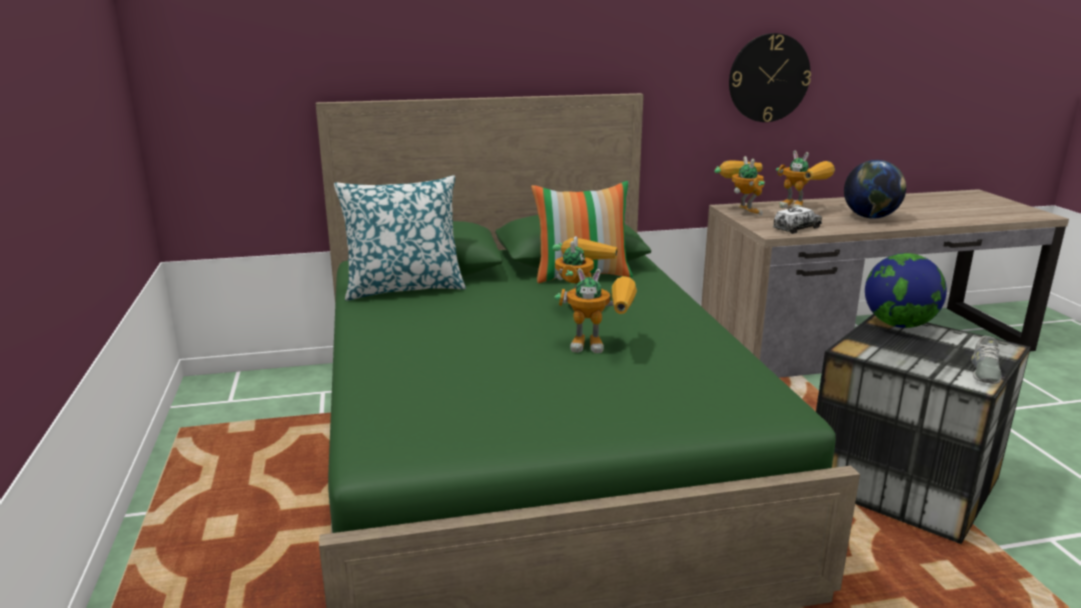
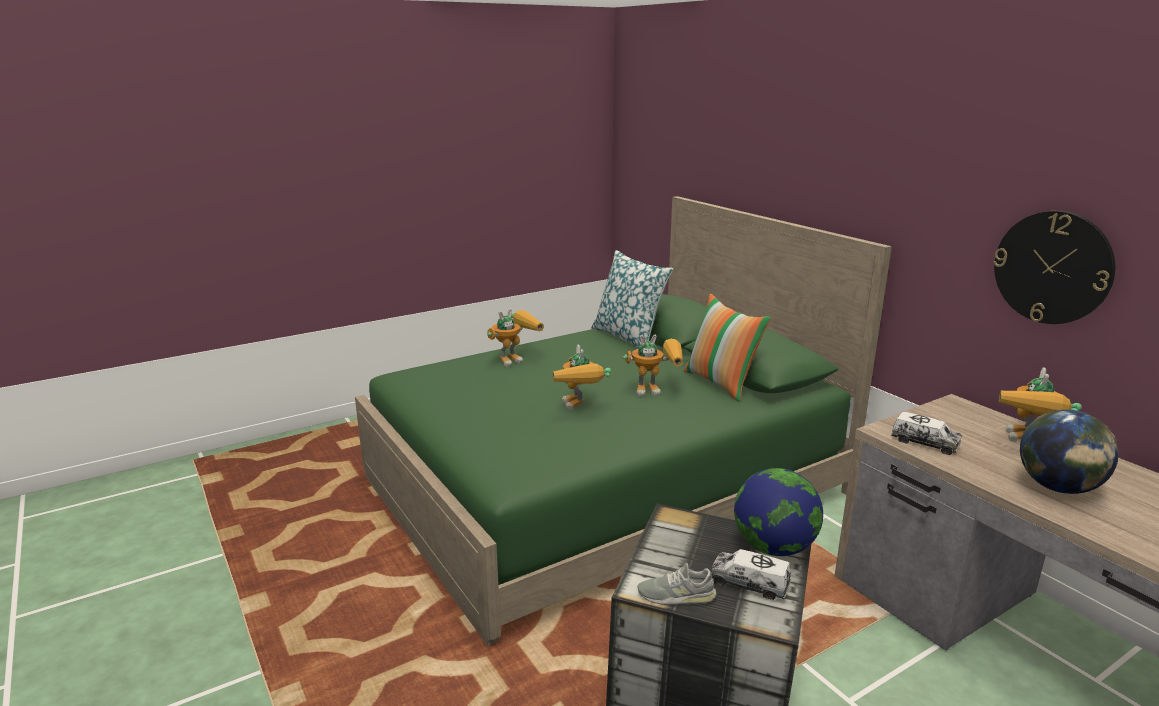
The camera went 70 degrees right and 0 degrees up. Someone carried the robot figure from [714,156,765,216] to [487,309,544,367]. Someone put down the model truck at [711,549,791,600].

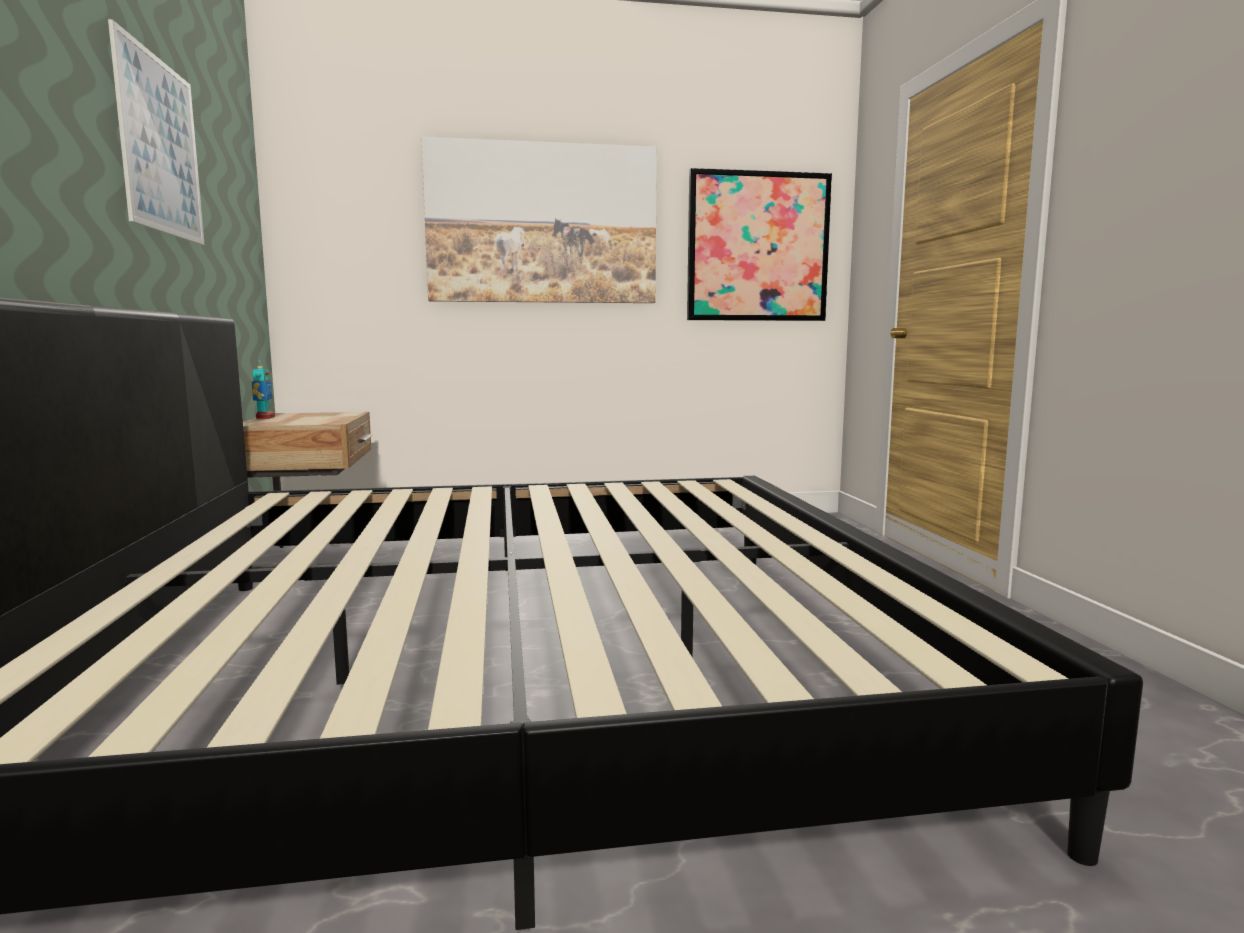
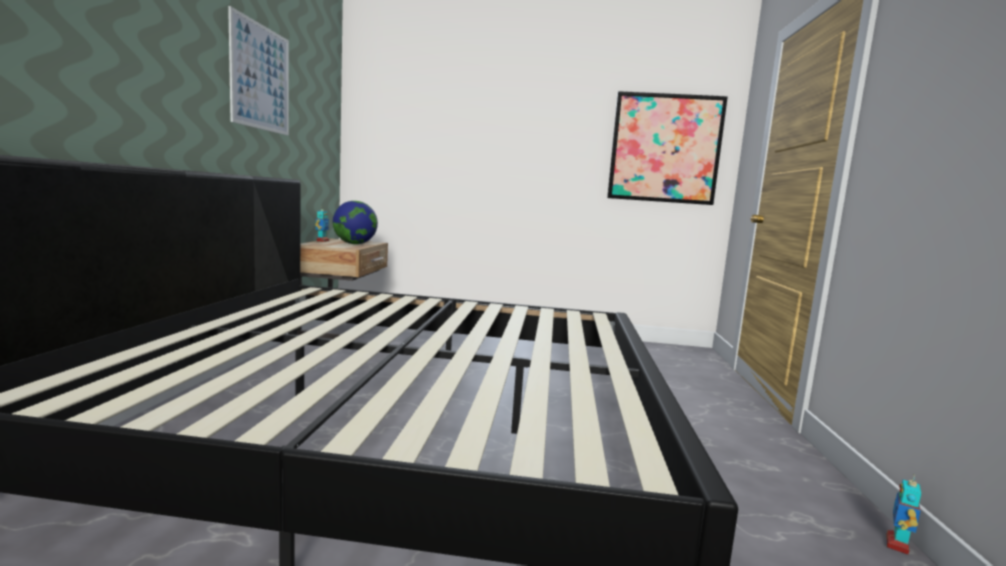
The camera went 15 degrees right and 0 degrees up. Someone took away the picture at [421,137,657,303]. Someone put down the desk globe at [333,201,378,244]. Someone put down the robot figure at [886,474,922,555].

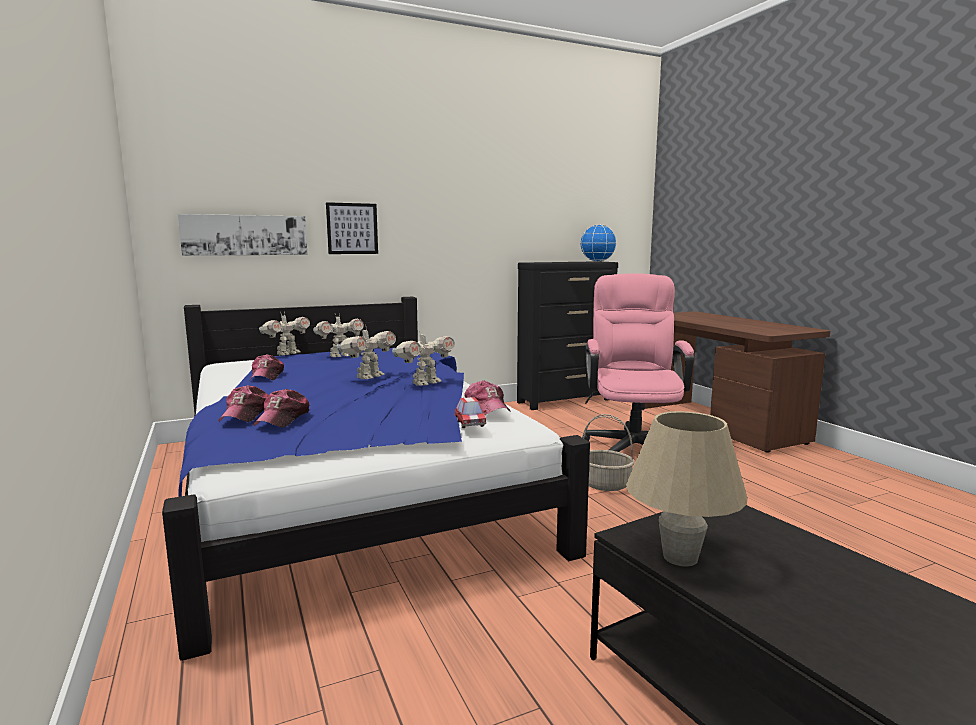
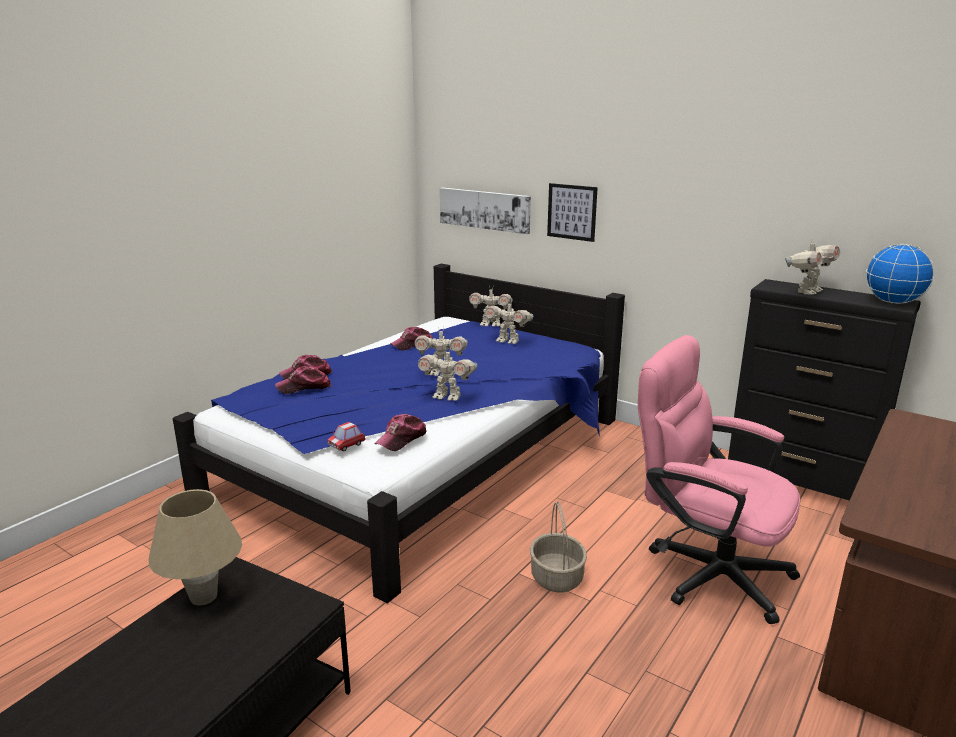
The camera went 60 degrees right and 10 degrees up. Someone rotated the pinkish office chair at [583,273,694,452] by 120 degrees counterclockwise. Someone put down the robot figure at [785,238,840,295].

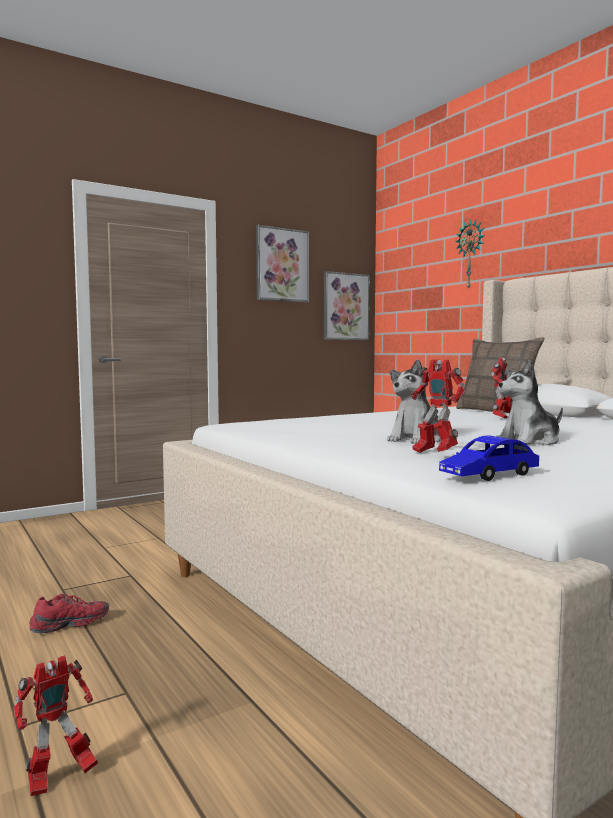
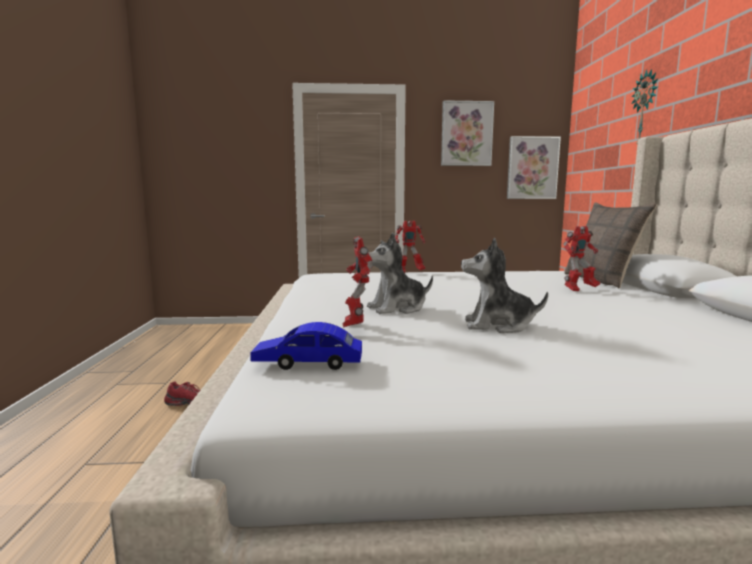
The camera went 30 degrees right and 5 degrees up. Someone carried the robot figure from [13,655,98,796] to [395,221,426,273].

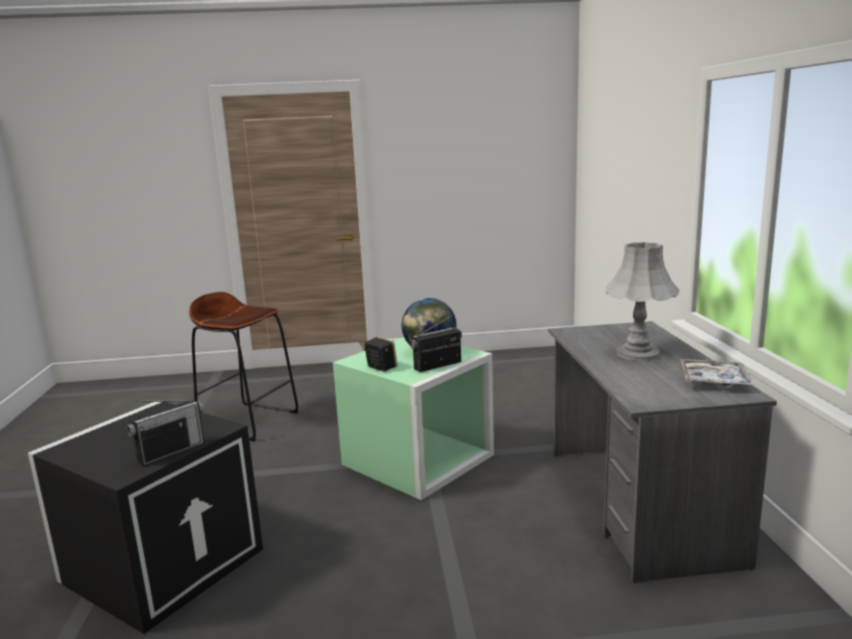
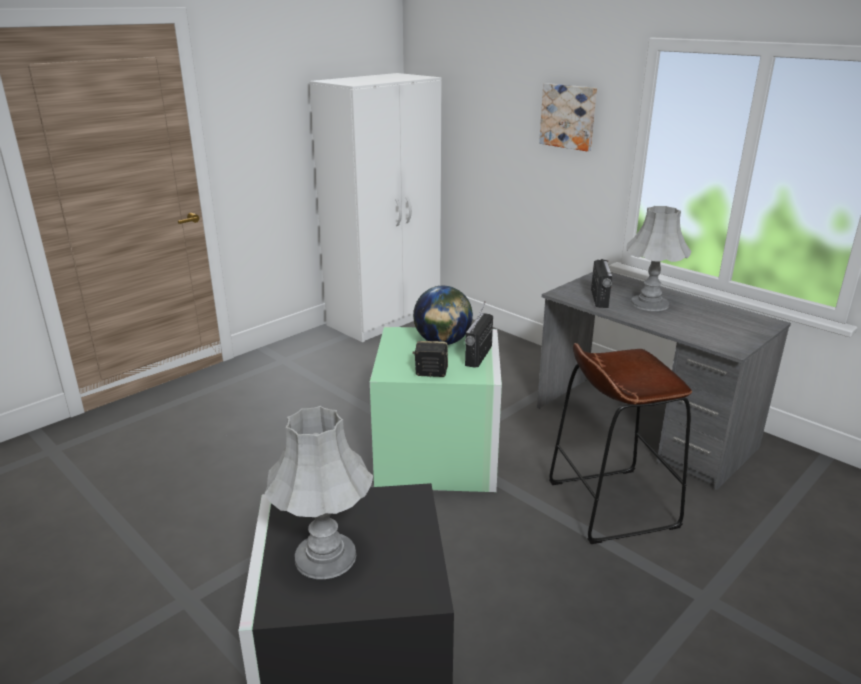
The camera went 40 degrees left and 10 degrees up. Someone carried the brownish sitting stool from [189,292,299,441] to [549,343,692,544]. Someone took away the carrying tray at [680,359,755,386]. Someone carried the radio set from [127,399,204,466] to [591,259,612,308]. Someone put down the white clothes cupboard at [309,73,442,342]. Someone put up the picture at [539,83,597,151]. Someone put down the gray tabletop lamp at [265,406,373,579].

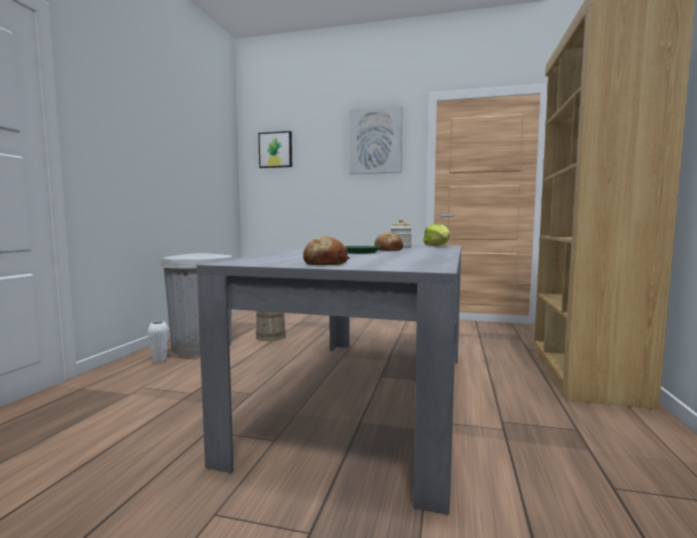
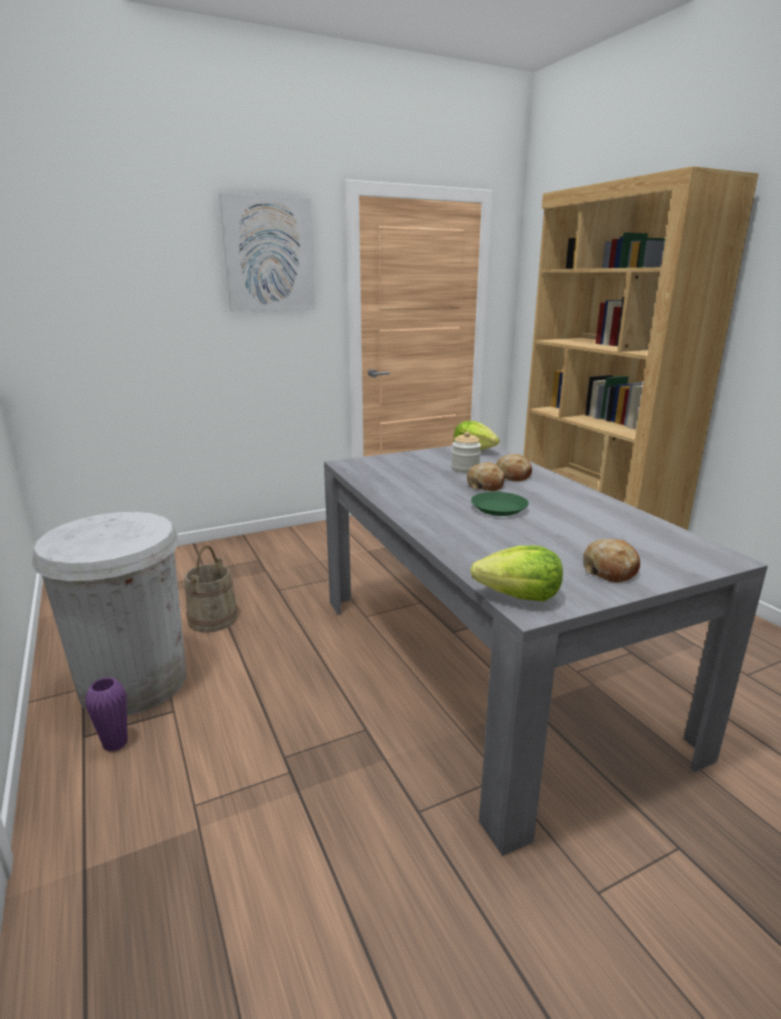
The camera went 40 degrees left and 15 degrees up. Someone took away the picture at [258,131,292,168]. Someone repainted the white vase at [147,321,169,363], which became the purplish vase at [85,677,128,752]. Someone put down the bakery bread at [496,454,532,482]. Someone put down the head of lettuce at [470,546,563,602].

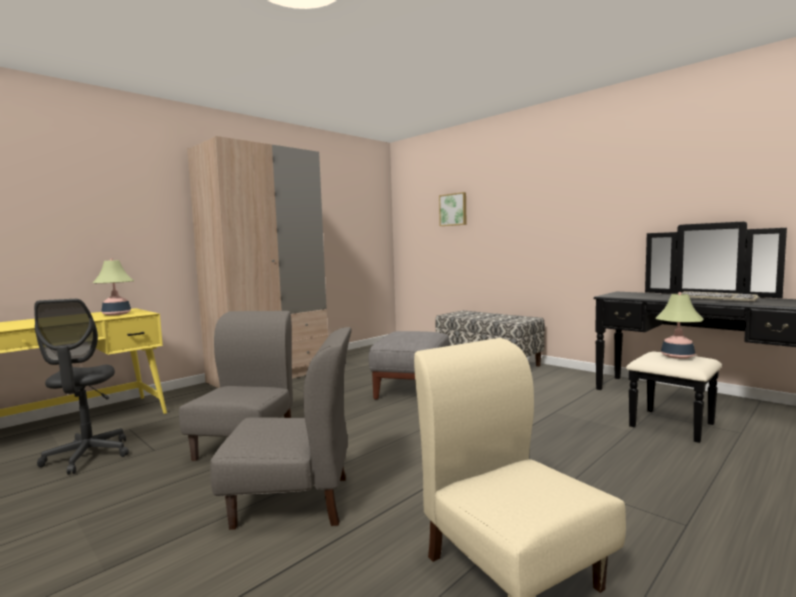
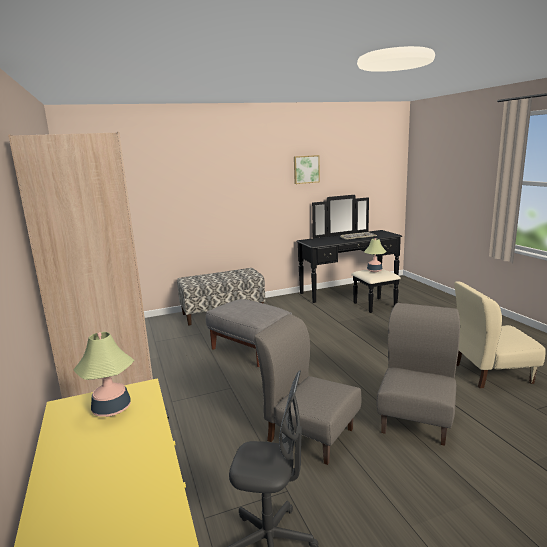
The camera went 65 degrees left and 10 degrees up. Someone carried the picture from [439,192,467,226] to [294,155,320,184].

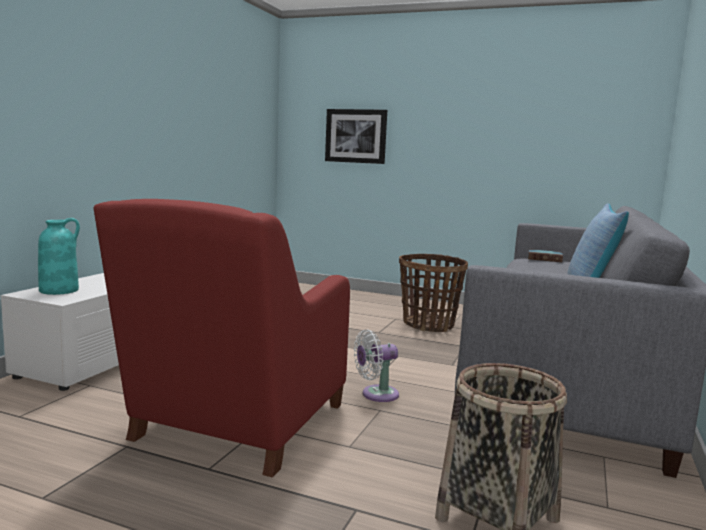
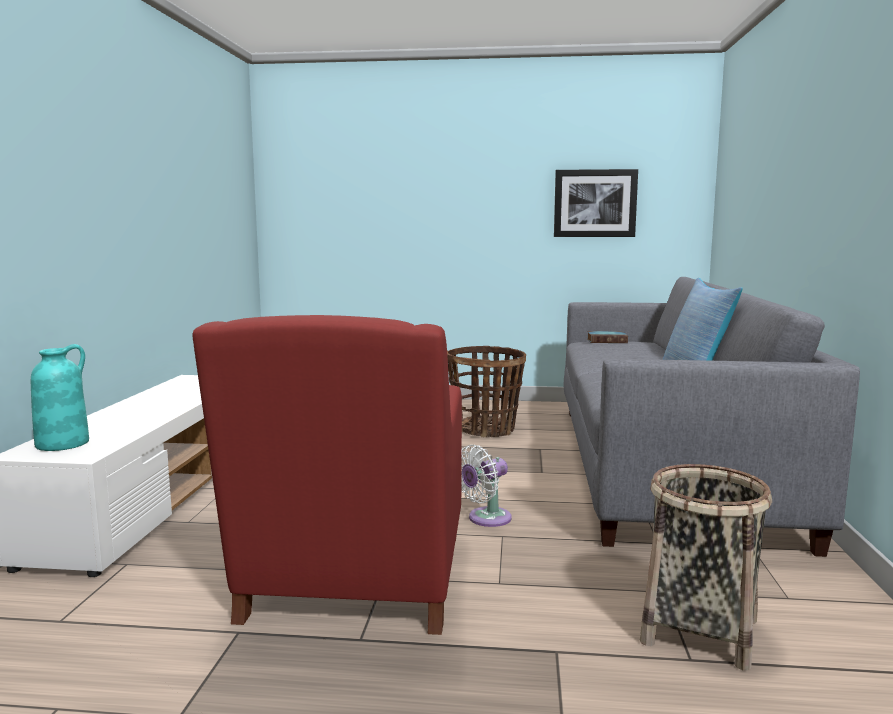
The camera went 15 degrees left and 0 degrees up. Someone carried the picture from [325,109,387,164] to [554,169,638,237].

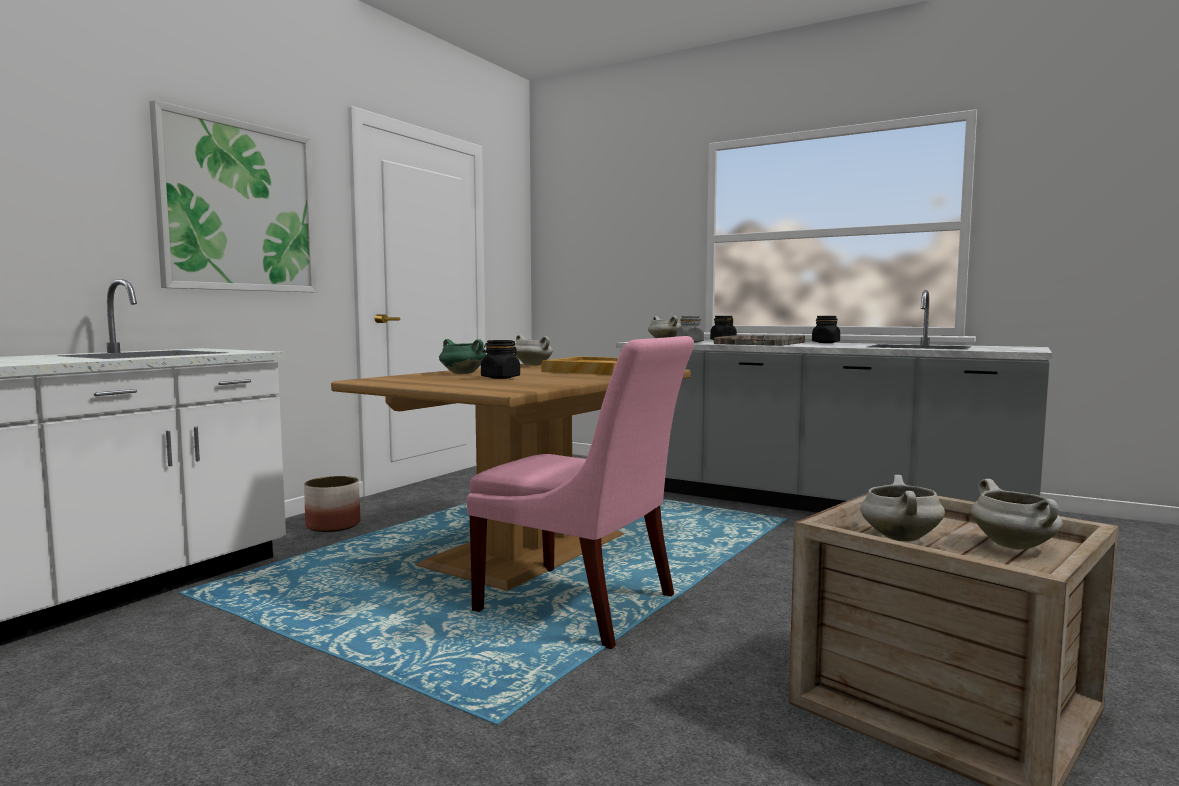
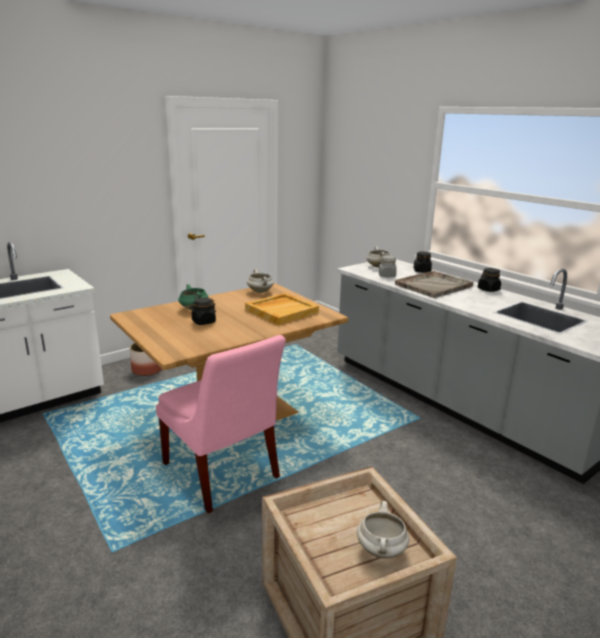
The camera went 20 degrees right and 15 degrees up. Someone took away the picture at [149,100,317,292]. Someone took away the white stockpot at [860,475,945,541].

